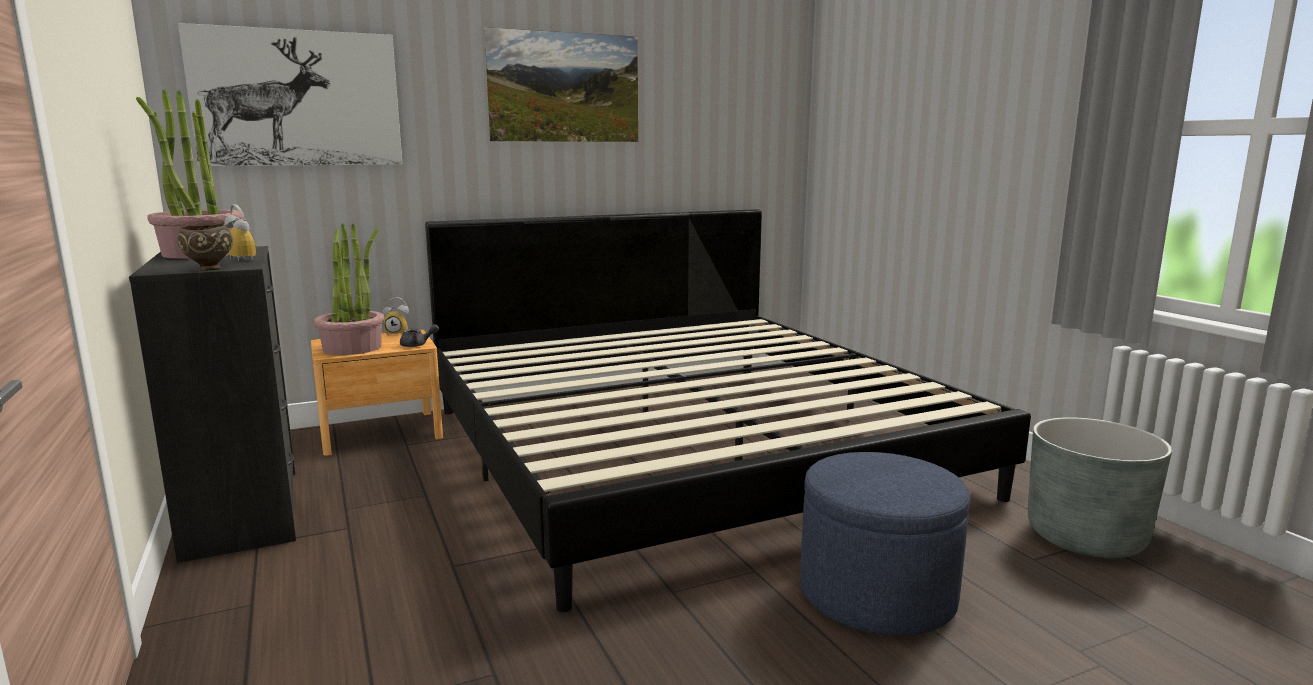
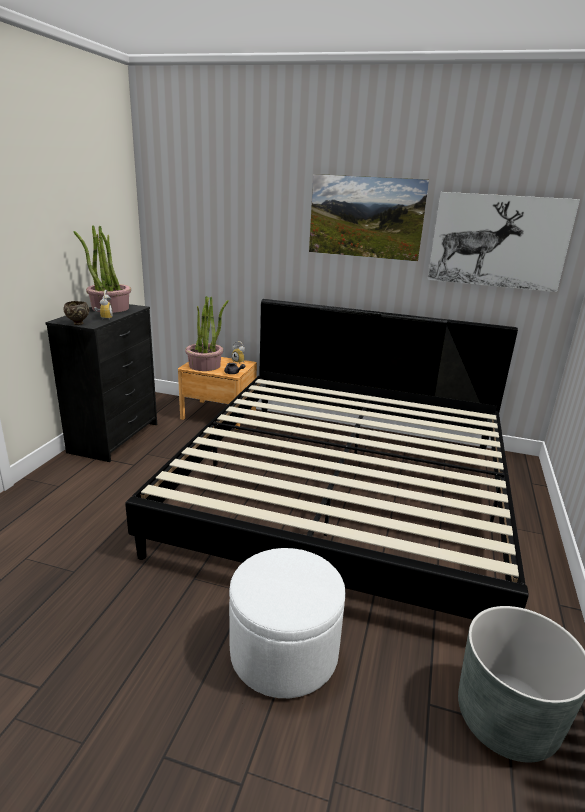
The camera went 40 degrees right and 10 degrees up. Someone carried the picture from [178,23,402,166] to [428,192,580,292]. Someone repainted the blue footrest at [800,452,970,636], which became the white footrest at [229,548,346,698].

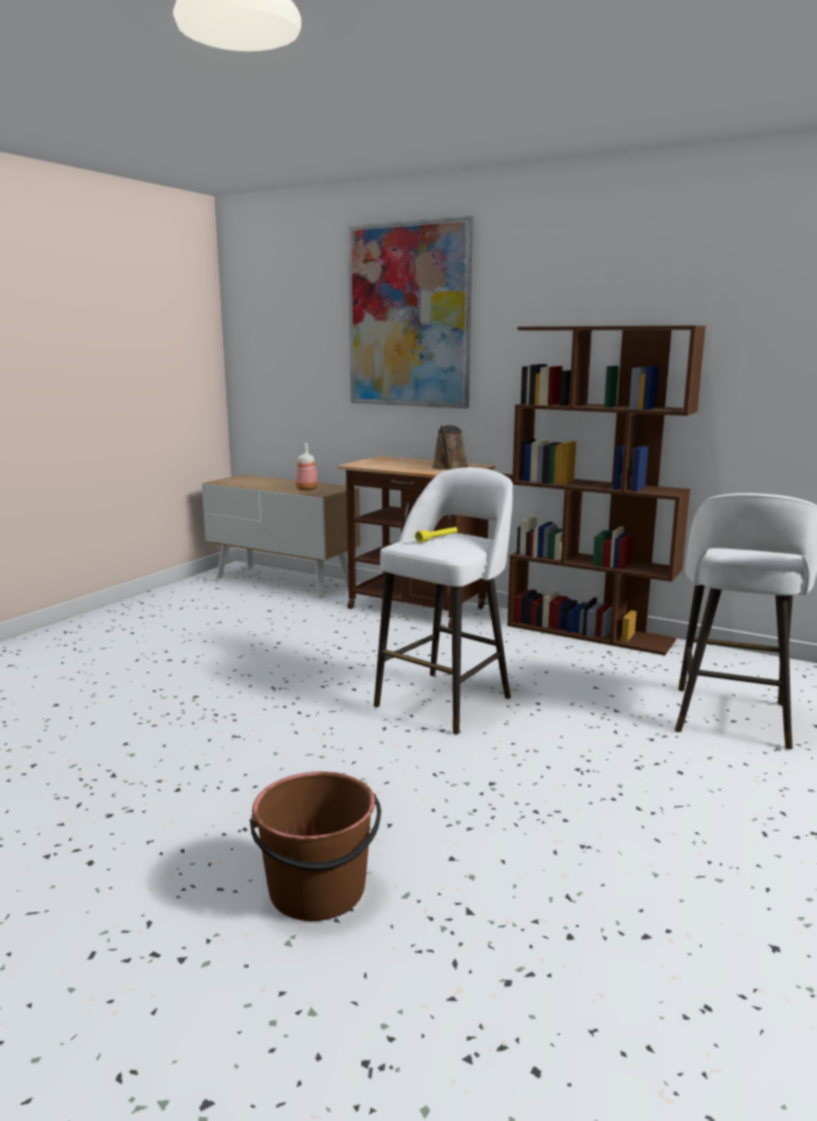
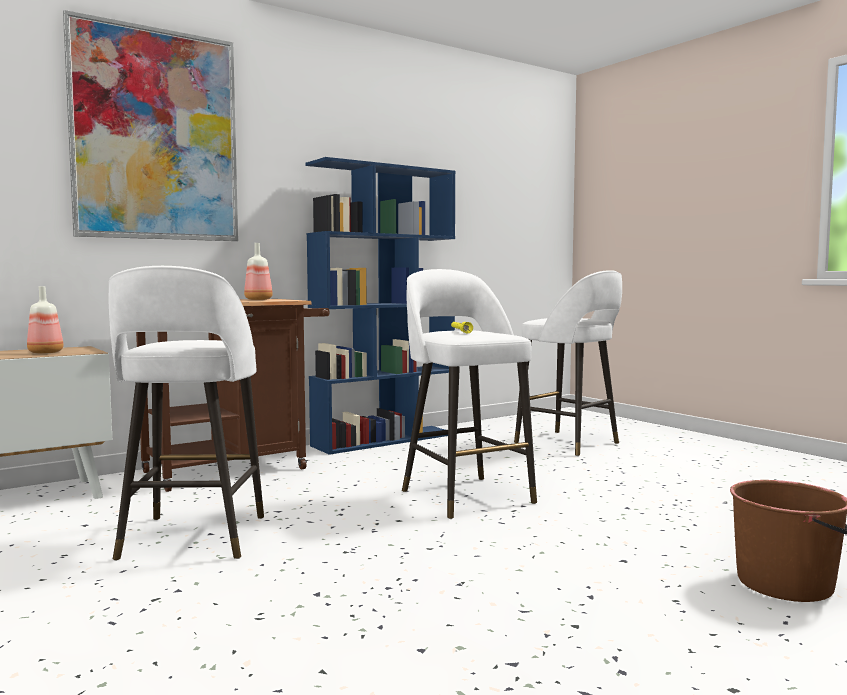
The camera went 65 degrees left and 10 degrees down. Someone repainted the brownish bookshelf at [507,325,706,655], which became the blue bookshelf at [306,157,456,455]. Someone swapped the brownish sprinkling can at [432,425,468,470] for the beverage bottle at [244,243,273,300]. Someone put down the white sitting stool at [109,266,264,561].

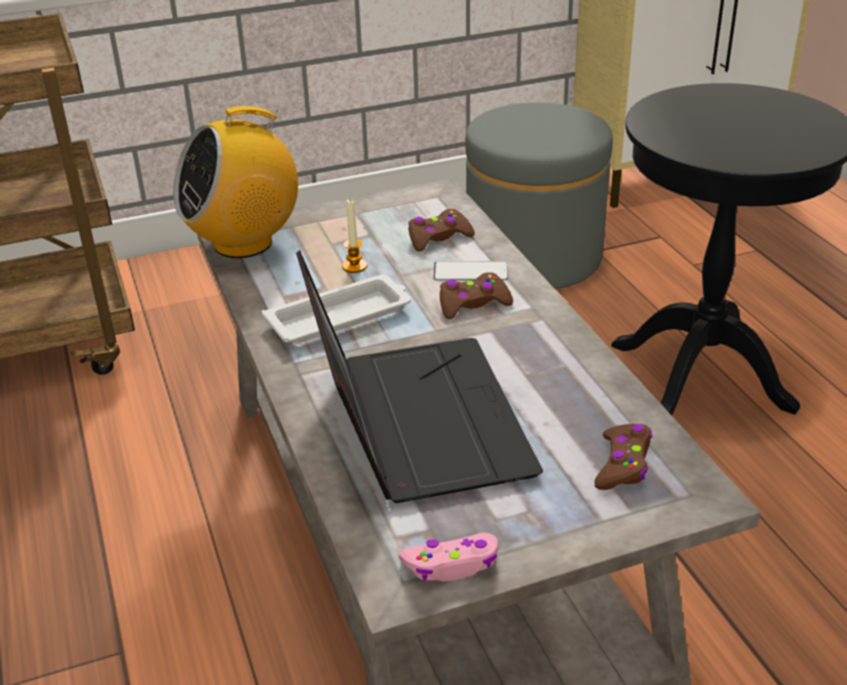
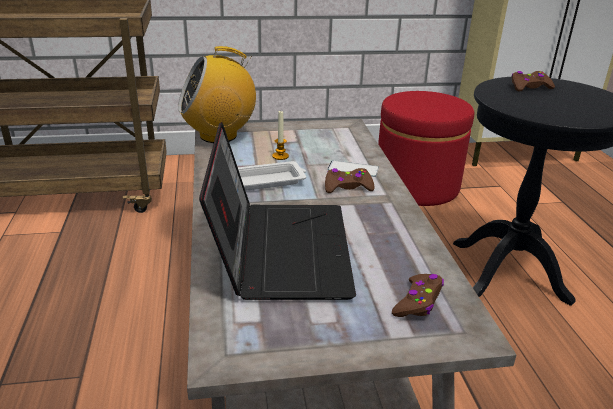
The camera went 10 degrees right and 5 degrees down. Someone repainted the gray footrest at [465,102,613,290], which became the red-coloured footrest at [378,91,474,206]. Someone carried the brownish joypad from [408,209,475,252] to [511,71,555,91]. Someone took away the pinkish joypad at [399,533,498,582].

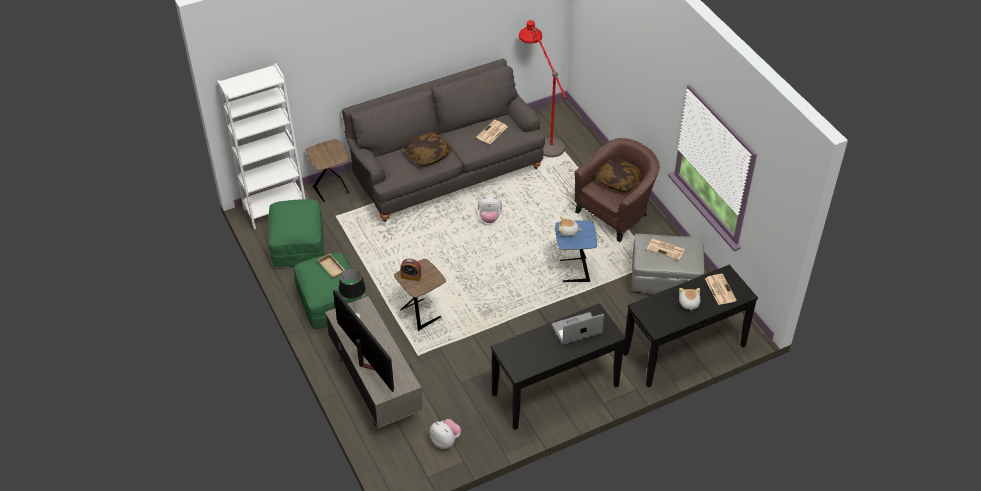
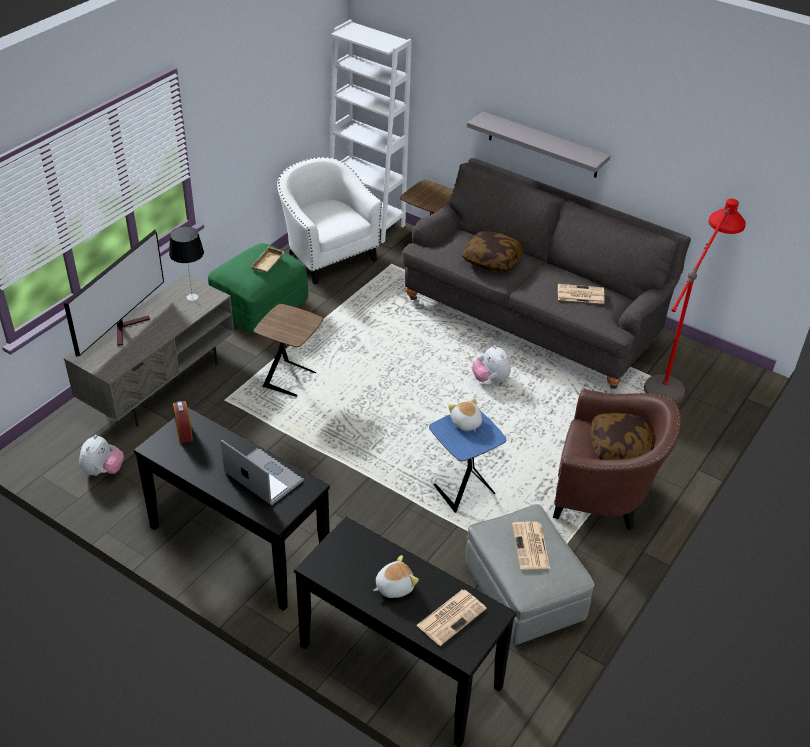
The camera went 60 degrees right and 5 degrees down. Someone swapped the green-coloured footrest at [268,199,324,267] for the white armchair at [277,157,382,285]. Someone carried the table clock from [400,259,421,281] to [173,401,193,443]. Someone put up the gray wall shelf at [467,111,611,178].

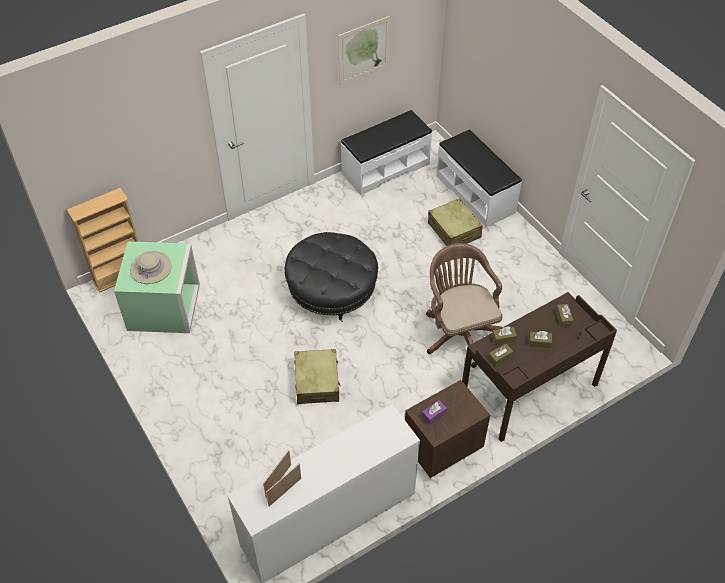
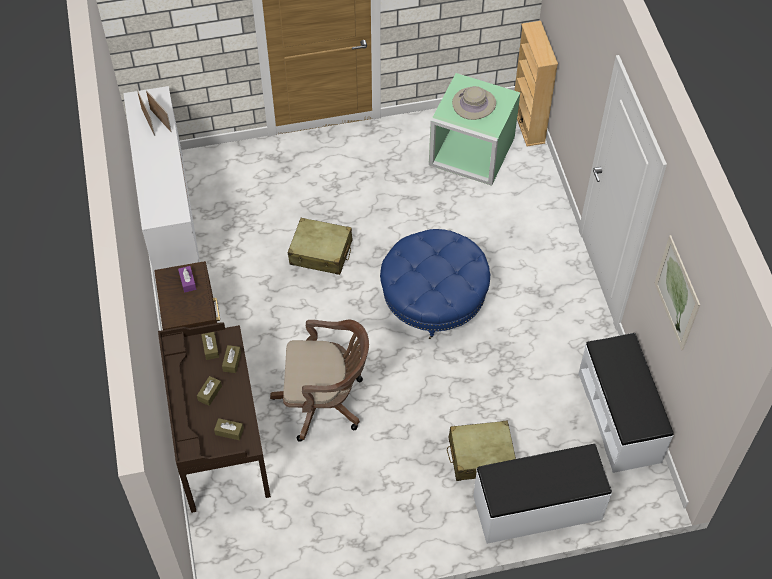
The camera went 110 degrees right and 5 degrees up. Someone repainted the blackish footrest at [285,232,378,322], which became the blue footrest at [380,229,490,339].

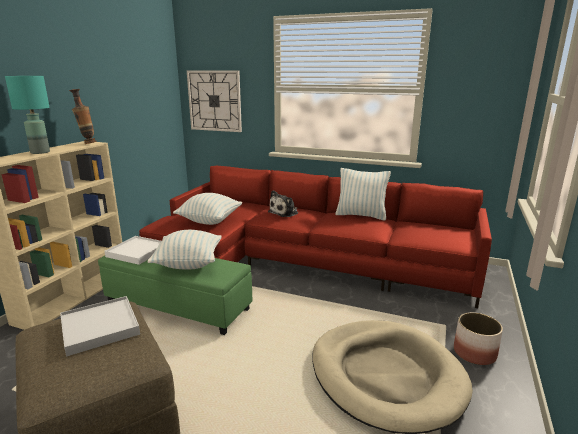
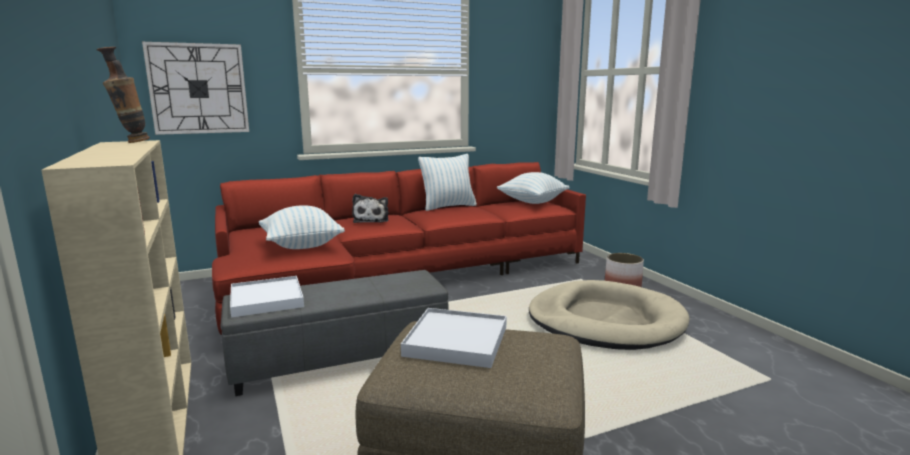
The camera went 45 degrees left and 5 degrees down. Someone took away the turquoise tabletop lamp at [5,76,50,154]. Someone carried the pillow from [148,230,222,269] to [497,172,570,204]. Someone repainted the green-coloured footrest at [98,256,252,335], which became the gray footrest at [220,270,449,396].

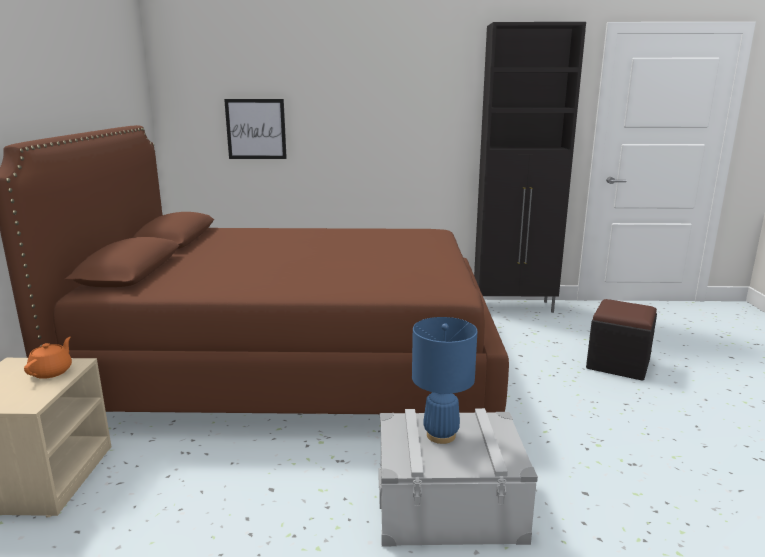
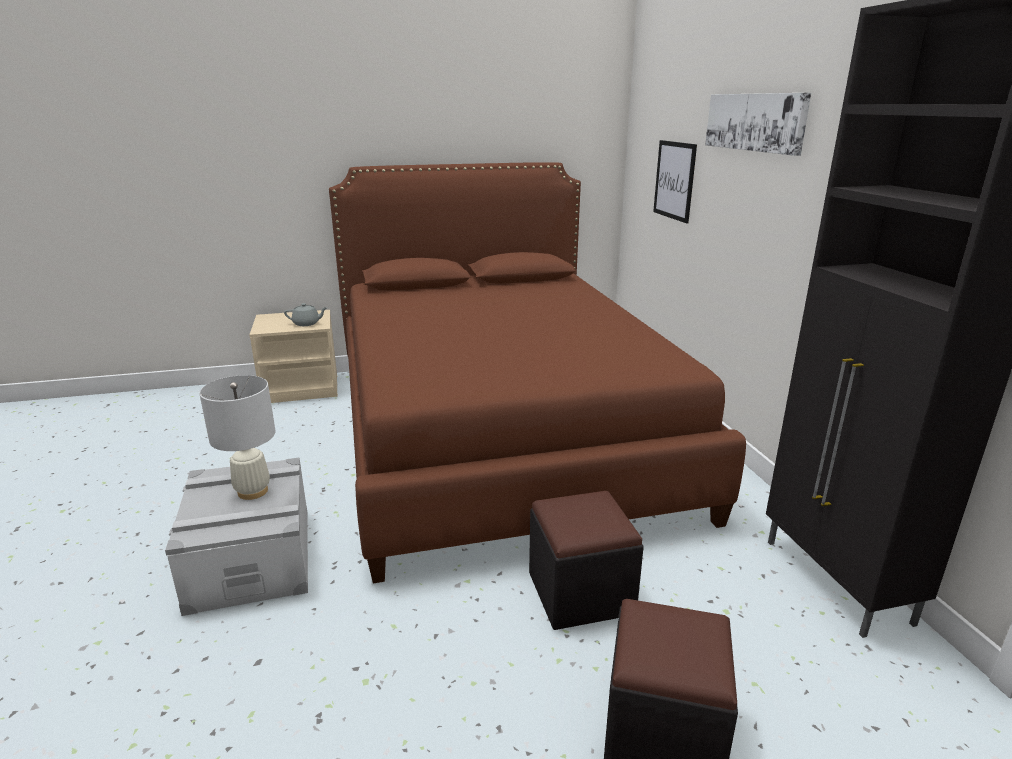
The camera went 75 degrees right and 5 degrees up. Someone repainted the blue tabletop lamp at [412,317,477,444], which became the white tabletop lamp at [199,375,276,500]. Someone repainted the orange pot for tea at [24,337,72,379], which became the gray pot for tea at [284,303,328,326]. Someone put up the picture at [705,93,811,156]. Someone put down the blackish footrest at [529,491,644,630].

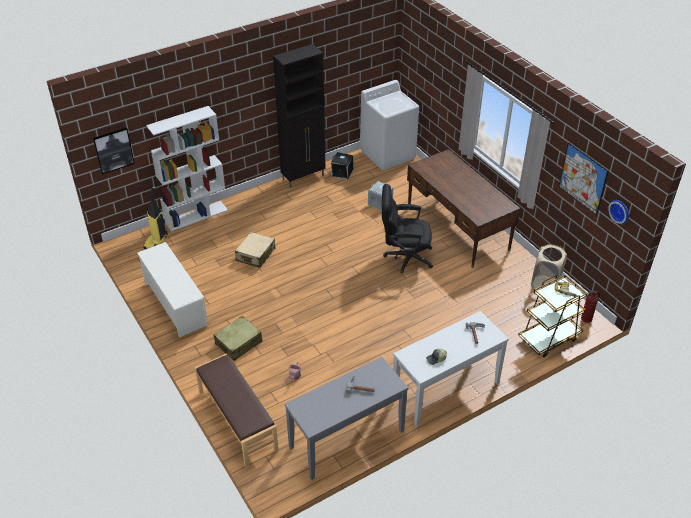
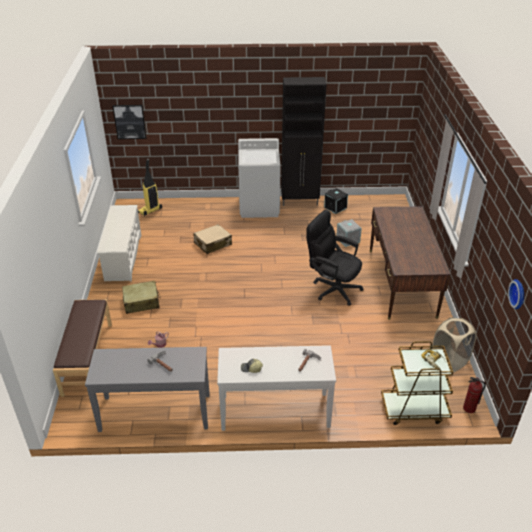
The camera went 30 degrees right and 5 degrees down. Someone carried the white laundry appliance from [360,80,419,170] to [238,138,281,218]. Someone took away the white bookshelf at [146,106,228,232]. Someone took away the picture at [559,143,609,215].

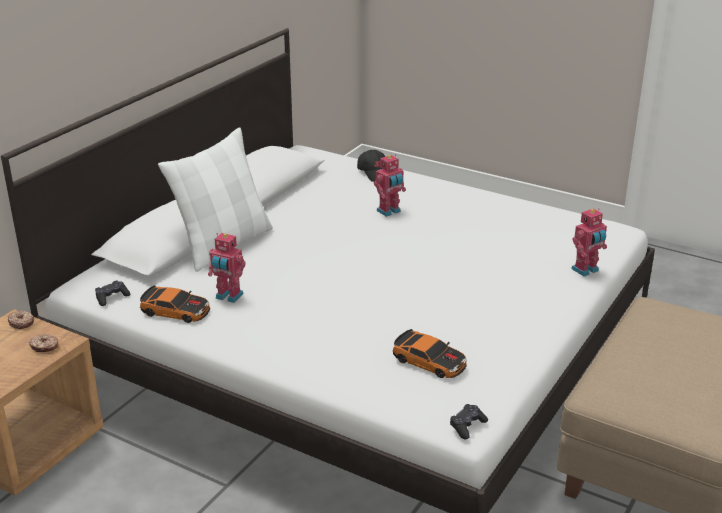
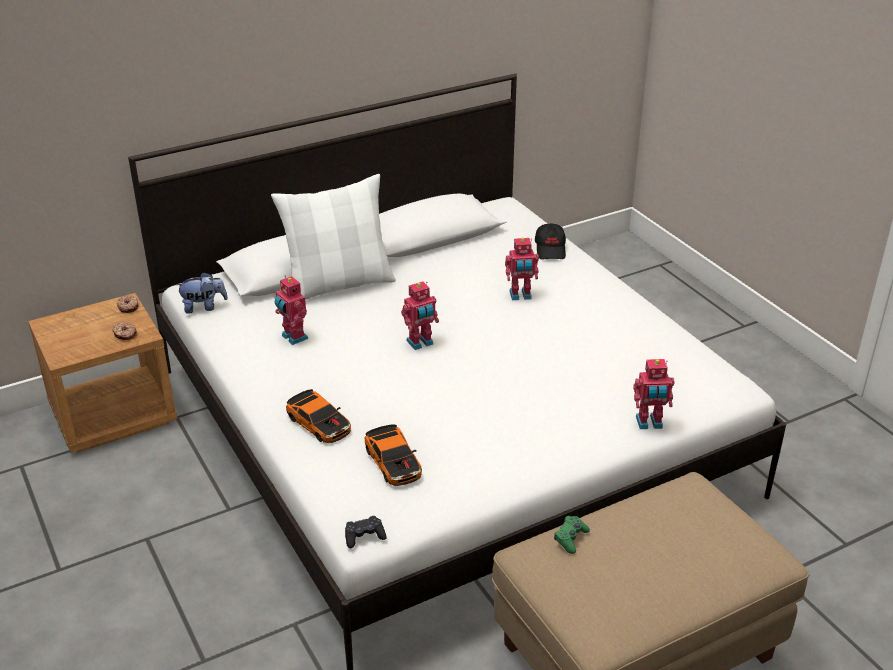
The camera went 30 degrees right and 5 degrees up. Someone swapped the blackish joypad at [95,281,130,306] for the cuddly toy at [176,272,228,314]. Someone carried the model car from [140,285,210,323] to [286,389,351,443]. Someone put down the robot figure at [401,281,439,350]. Someone put down the green-coloured joypad at [554,516,590,554].

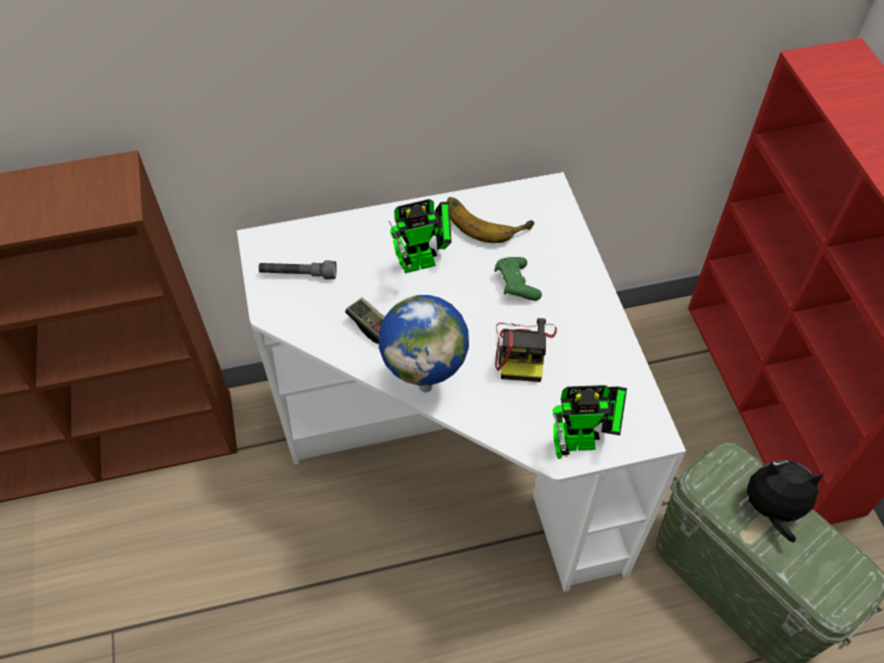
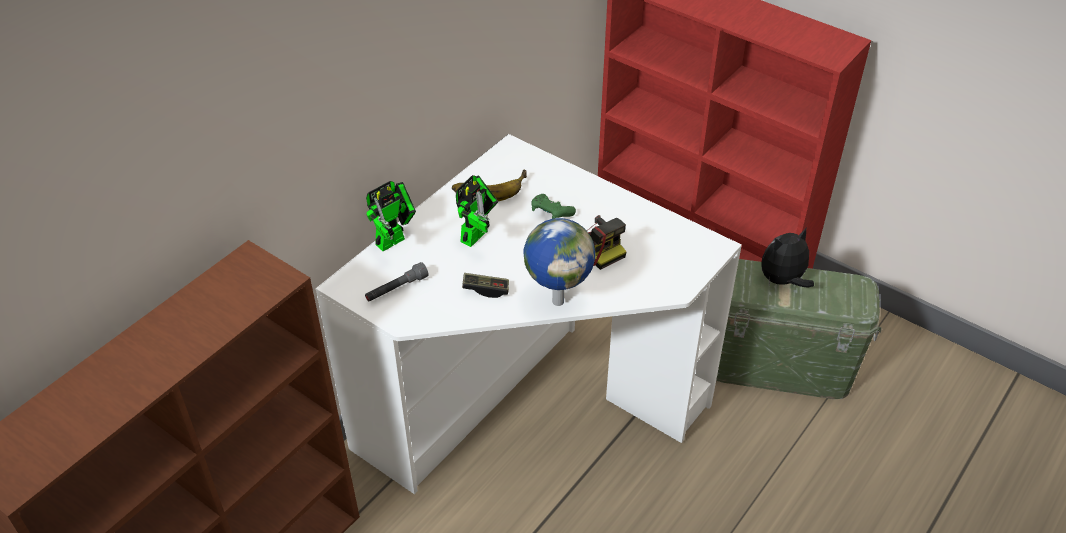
The camera went 40 degrees left and 10 degrees down. Someone carried the robot figure from [553,385,627,459] to [366,181,416,251].

